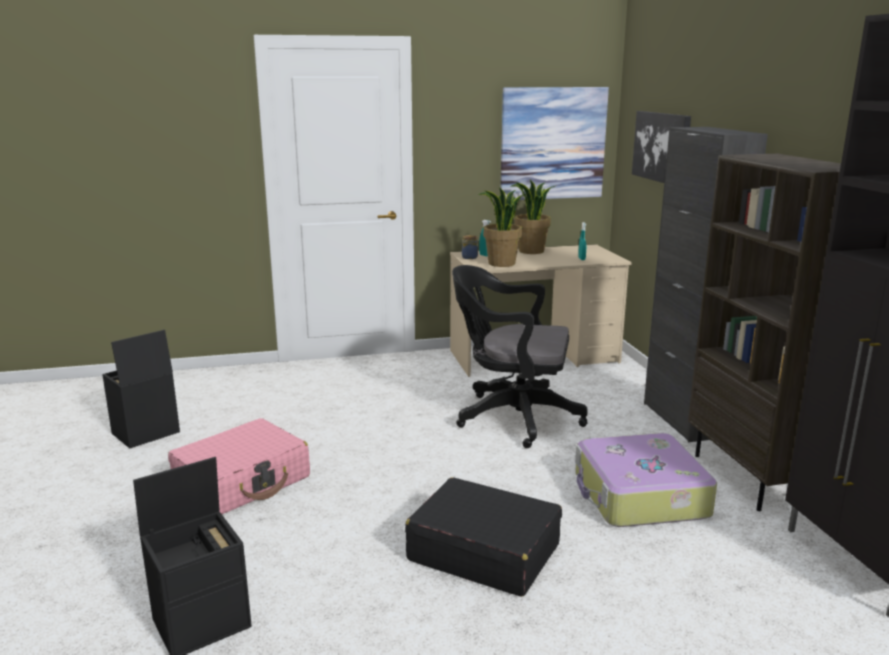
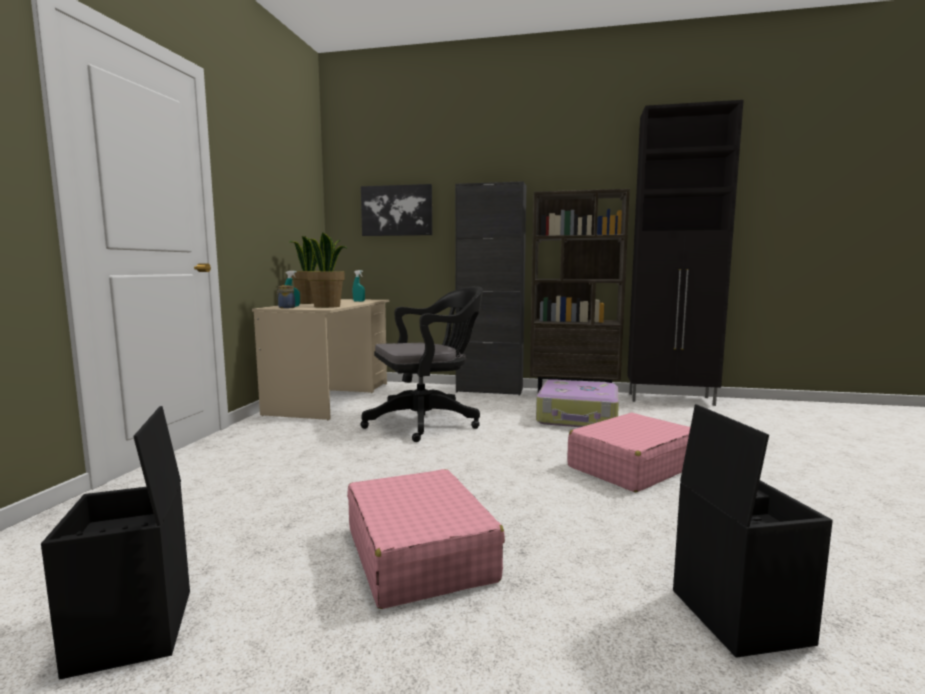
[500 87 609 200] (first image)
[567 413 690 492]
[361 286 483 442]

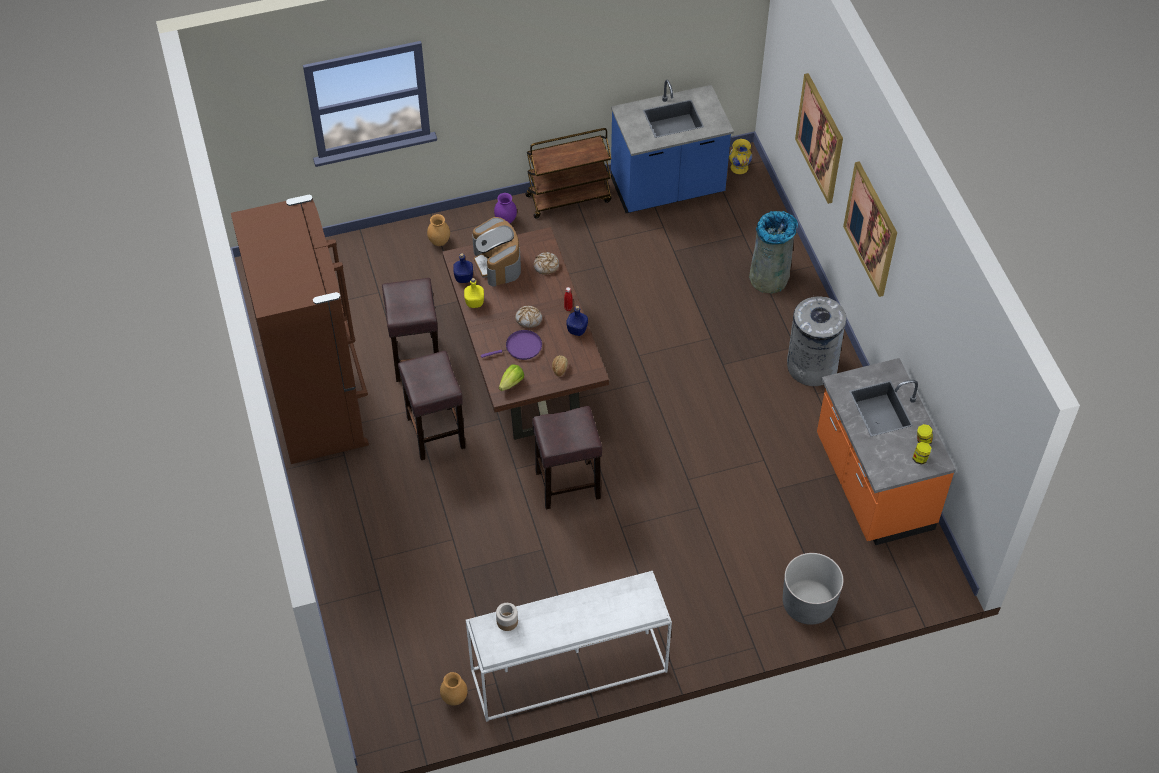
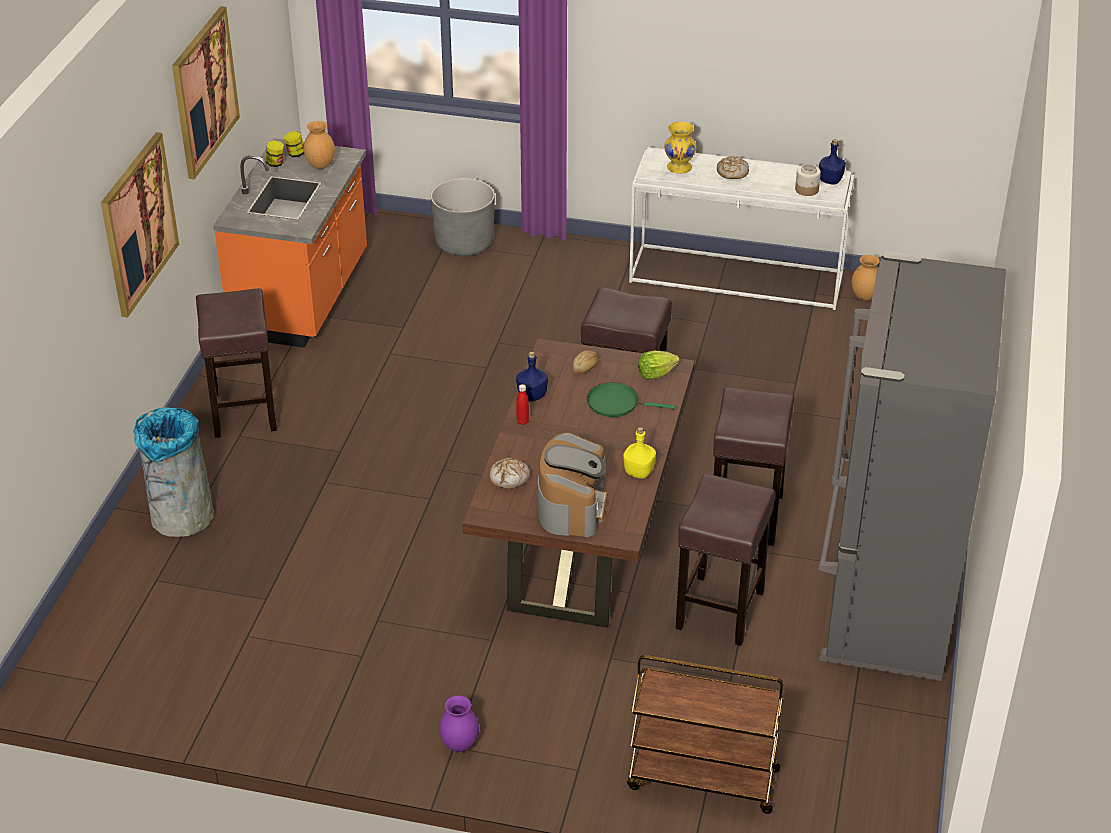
[611 80 734 213] (first image)
[304 121 335 169]
[819 140 846 185]
[717 156 749 179]
[627 655 784 814]
[664 122 697 174]
[172 6 240 179]
[196 288 277 438]
[818 251 1006 681]
[587 382 676 417]

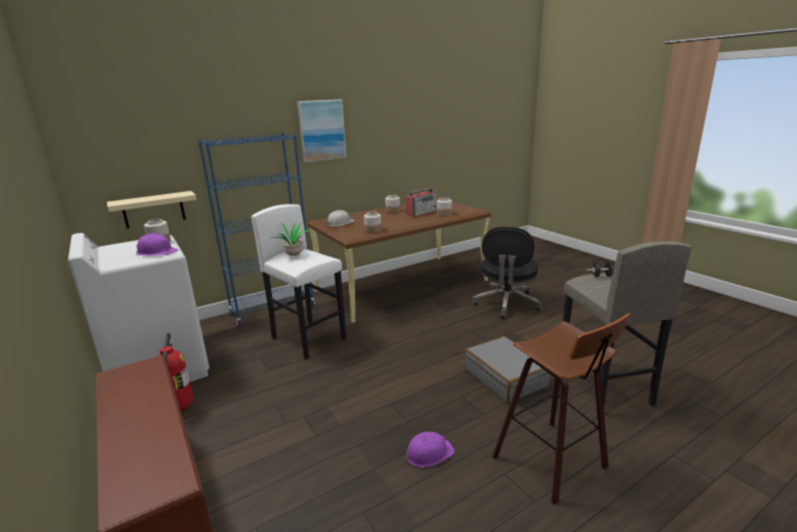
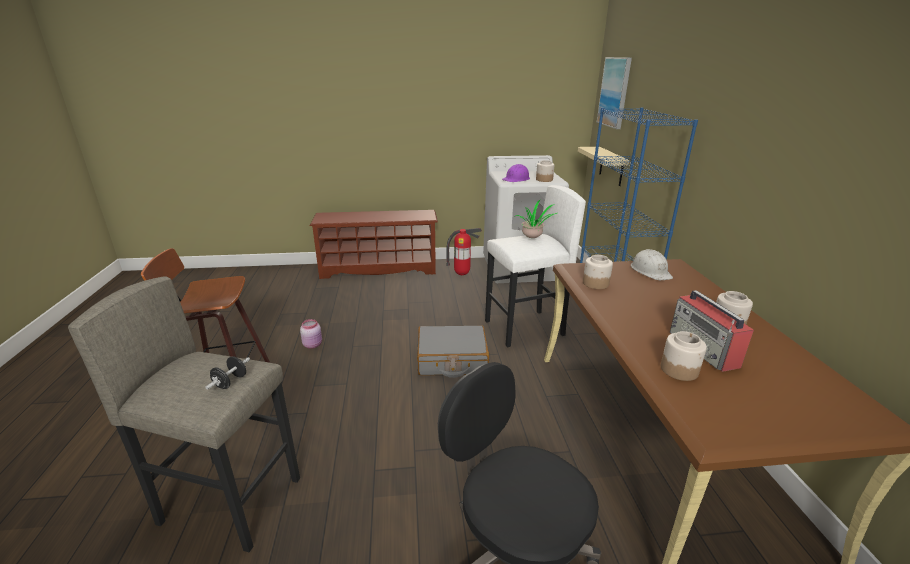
[597 57 632 129]
[417 325 489 378]
[300 319 322 349]

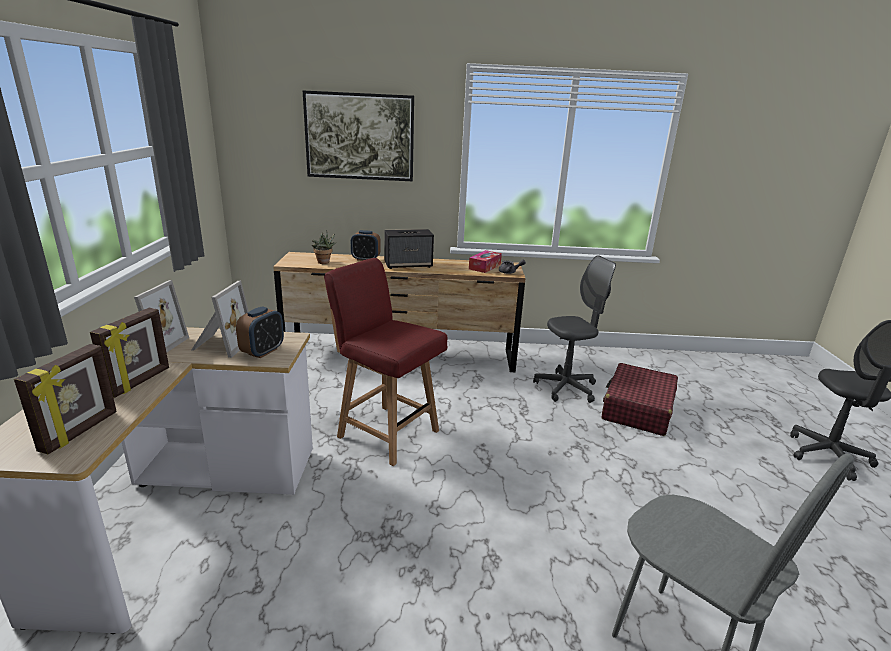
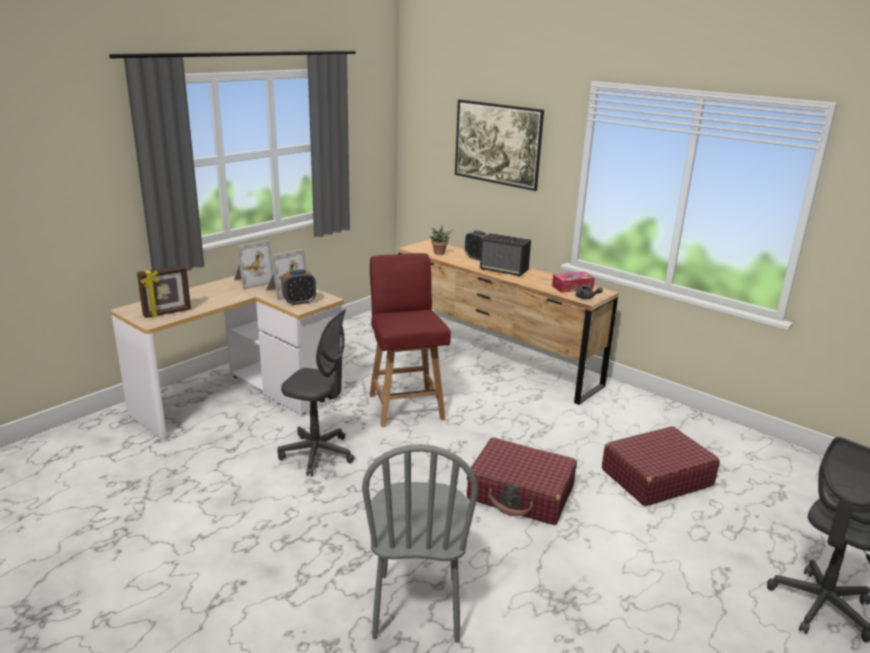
[90 308 169 398] (first image)
[467 437 577 525]
[277 309 354 476]

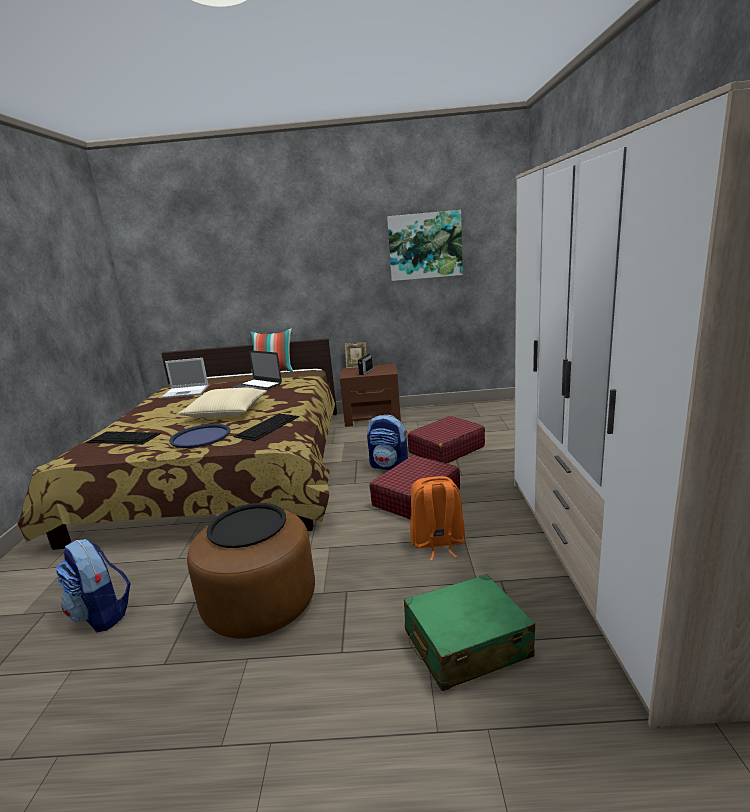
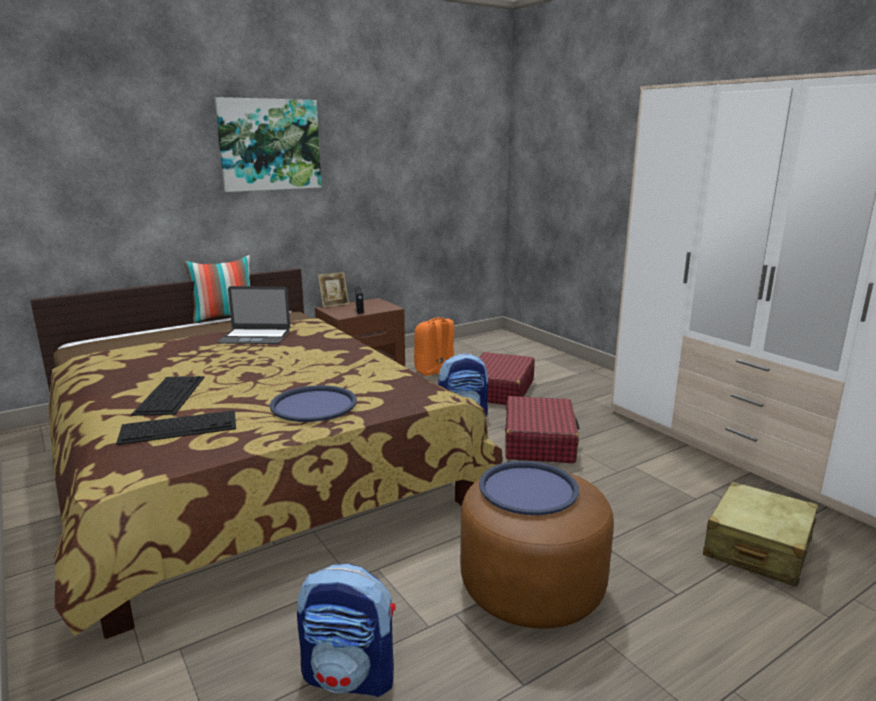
[161 358 208 399] (first image)
[178 388 267 417] (first image)
[131 376 205 416]
[215 97 321 192]
[414 317 454 376]
[479 461 579 515]
[703 481 818 587]

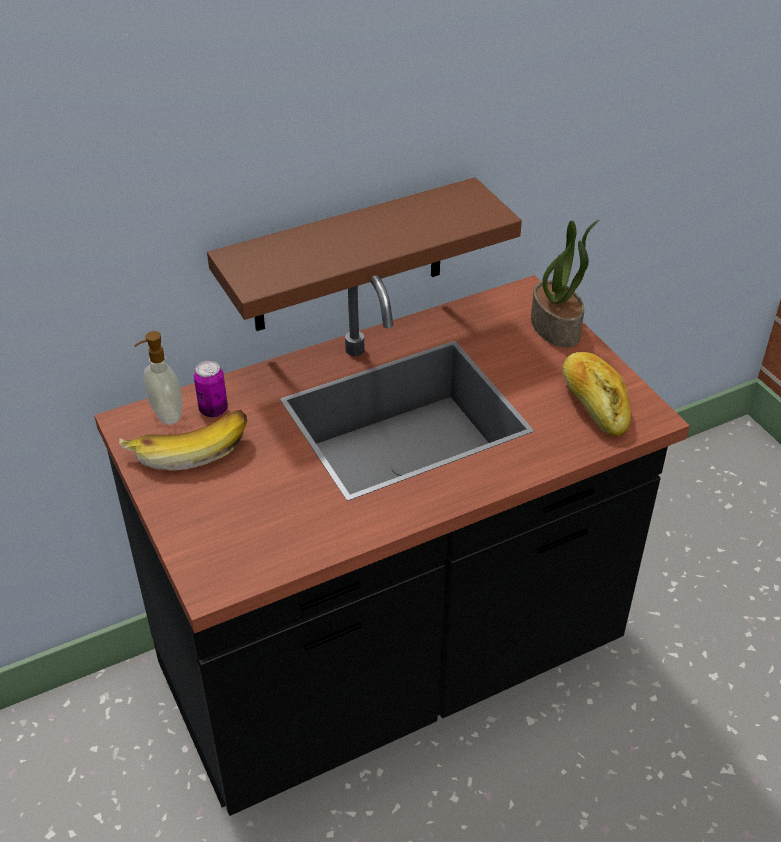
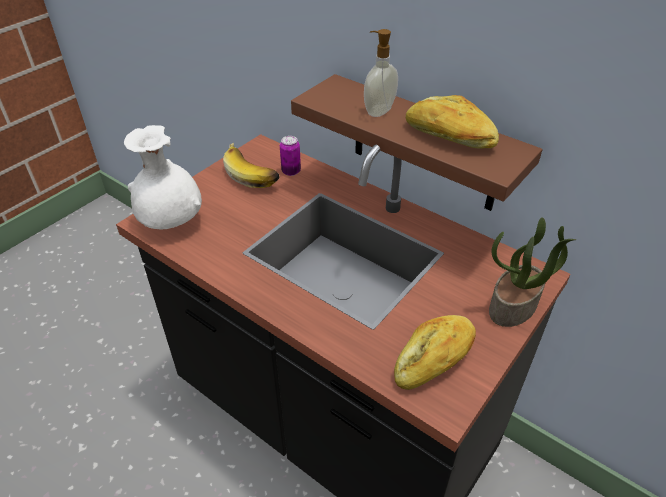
[124 125 202 230]
[406 95 499 149]
[364 29 398 117]

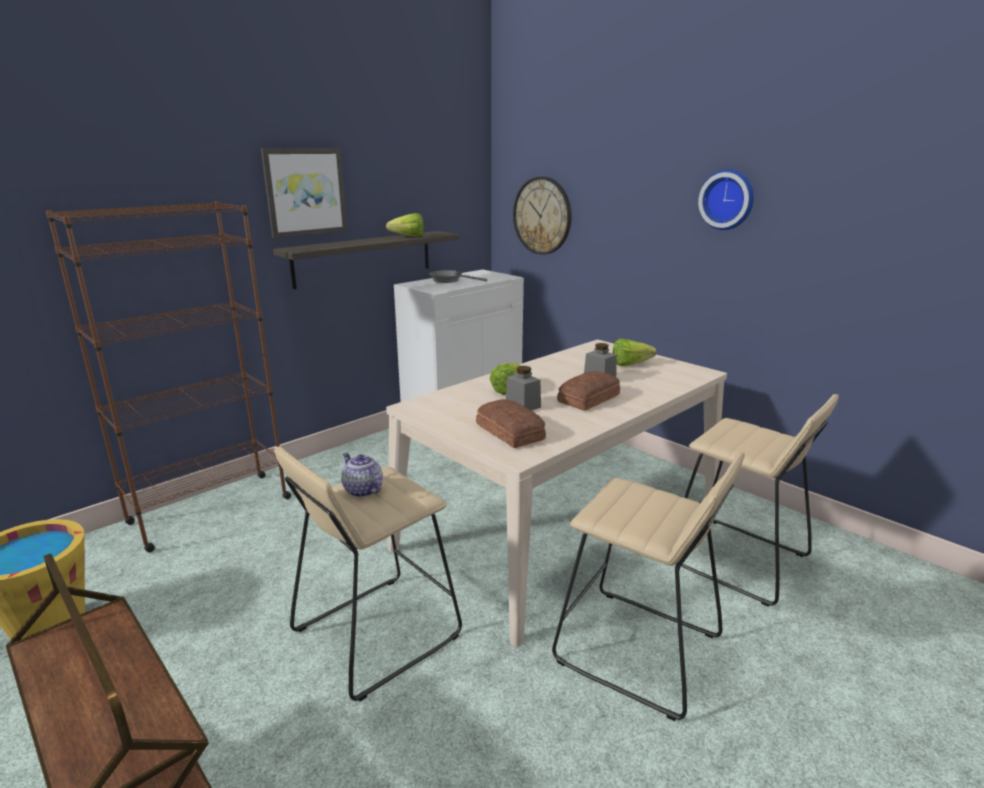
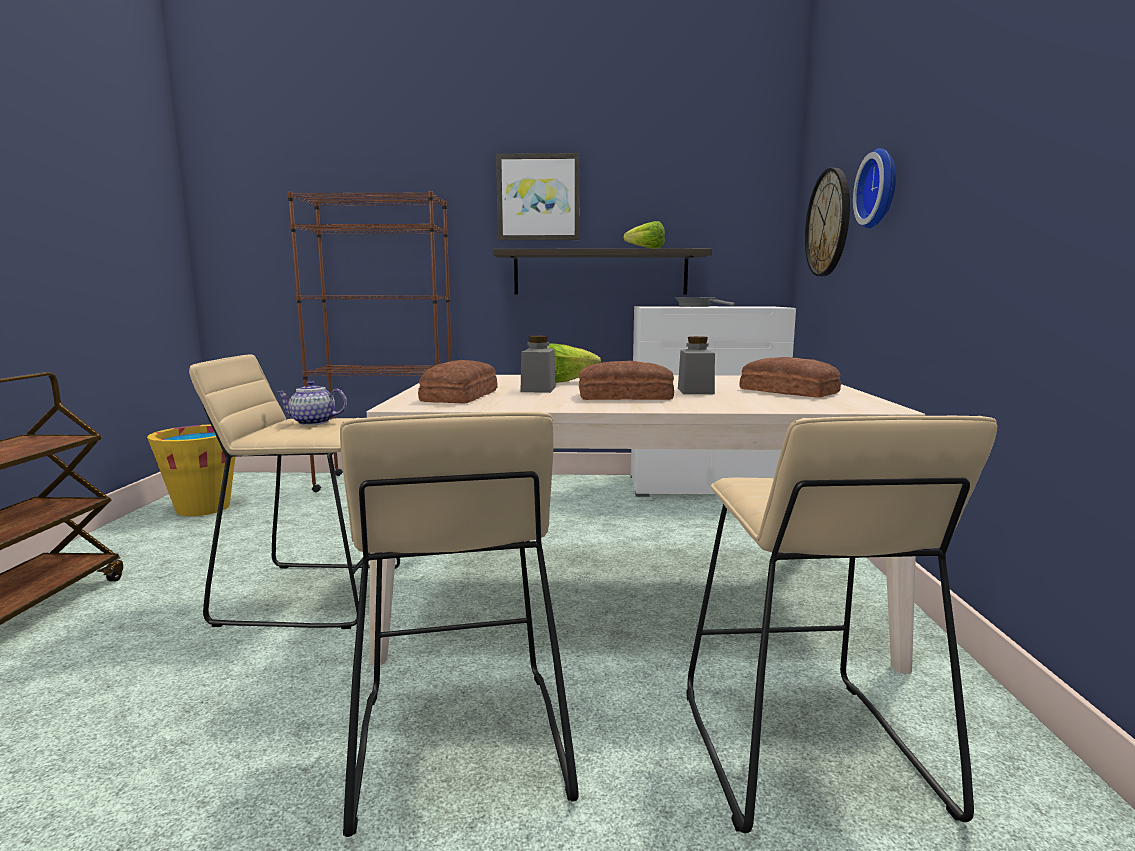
[853 148 896 228]
[740 357 841 398]
[276 381 347 425]

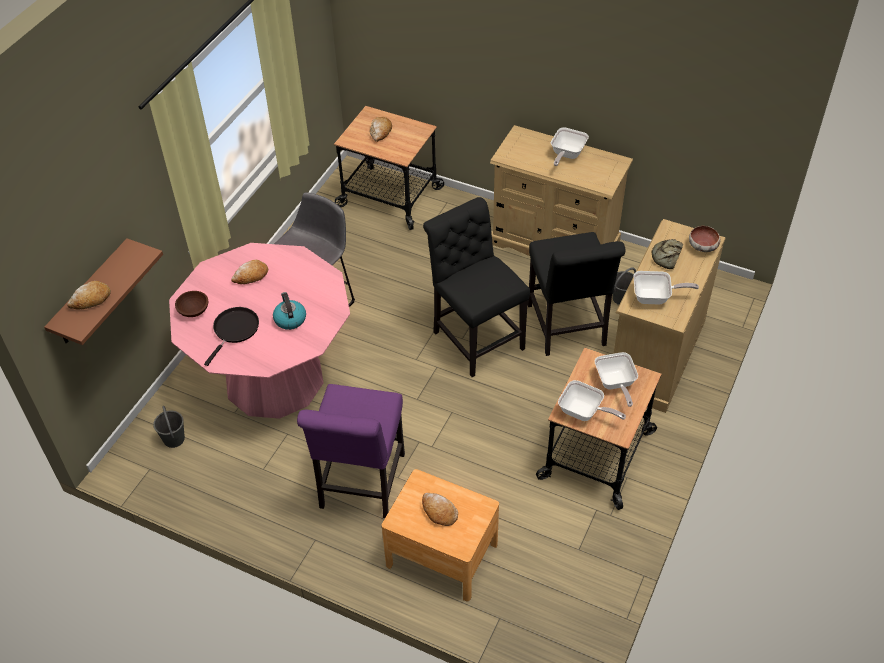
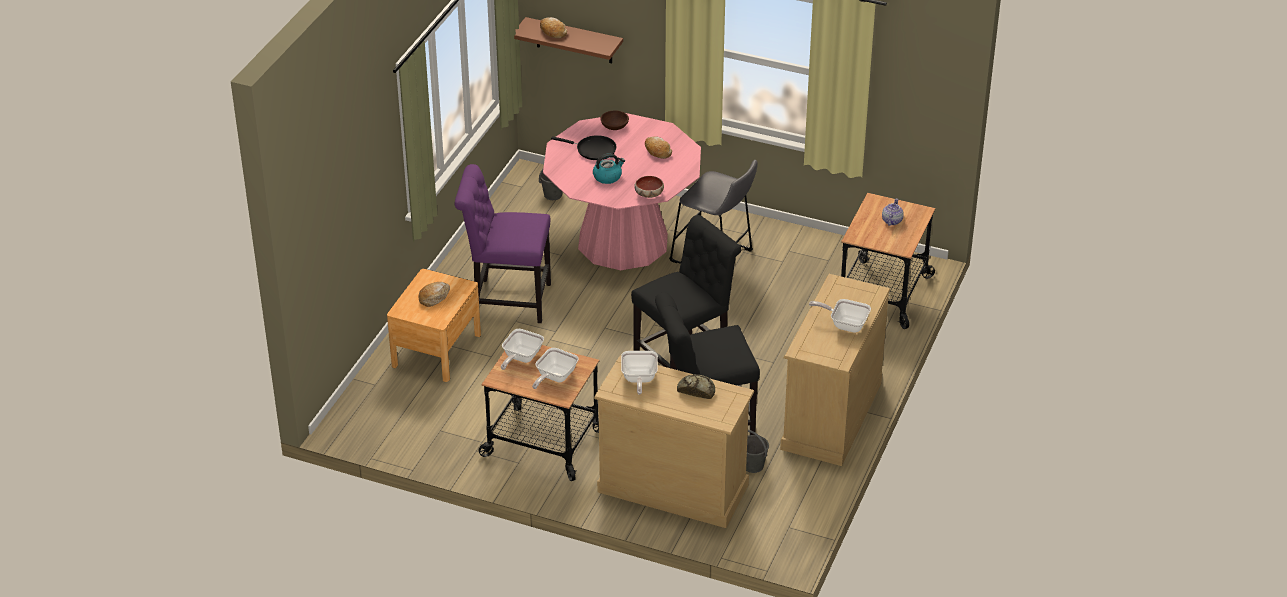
[634 176 664 198]
[882 198 904 226]
[532 348 579 389]

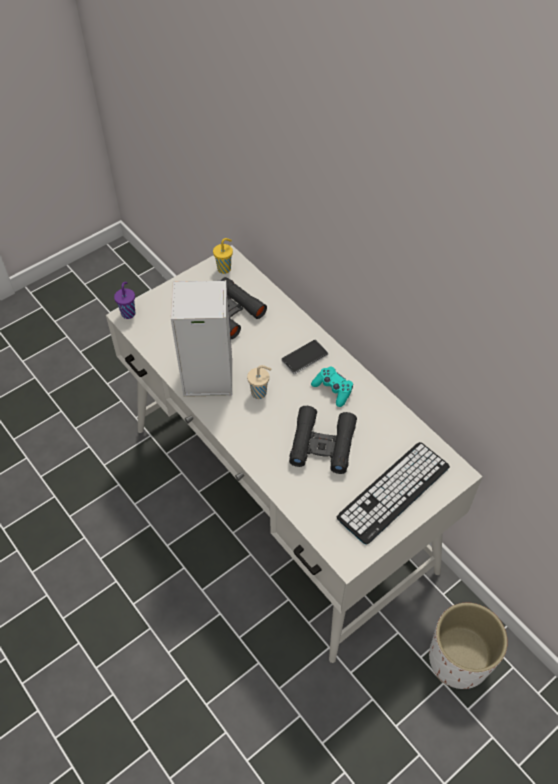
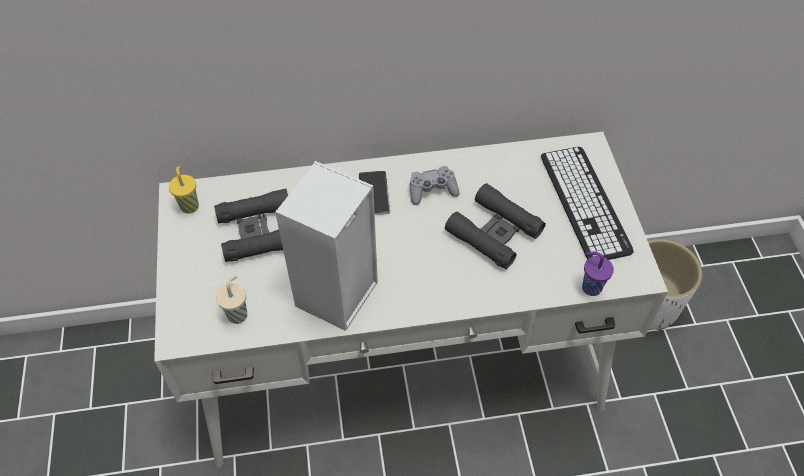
[582 252 614 296]
[216 275 247 324]
[410 166 459 205]

